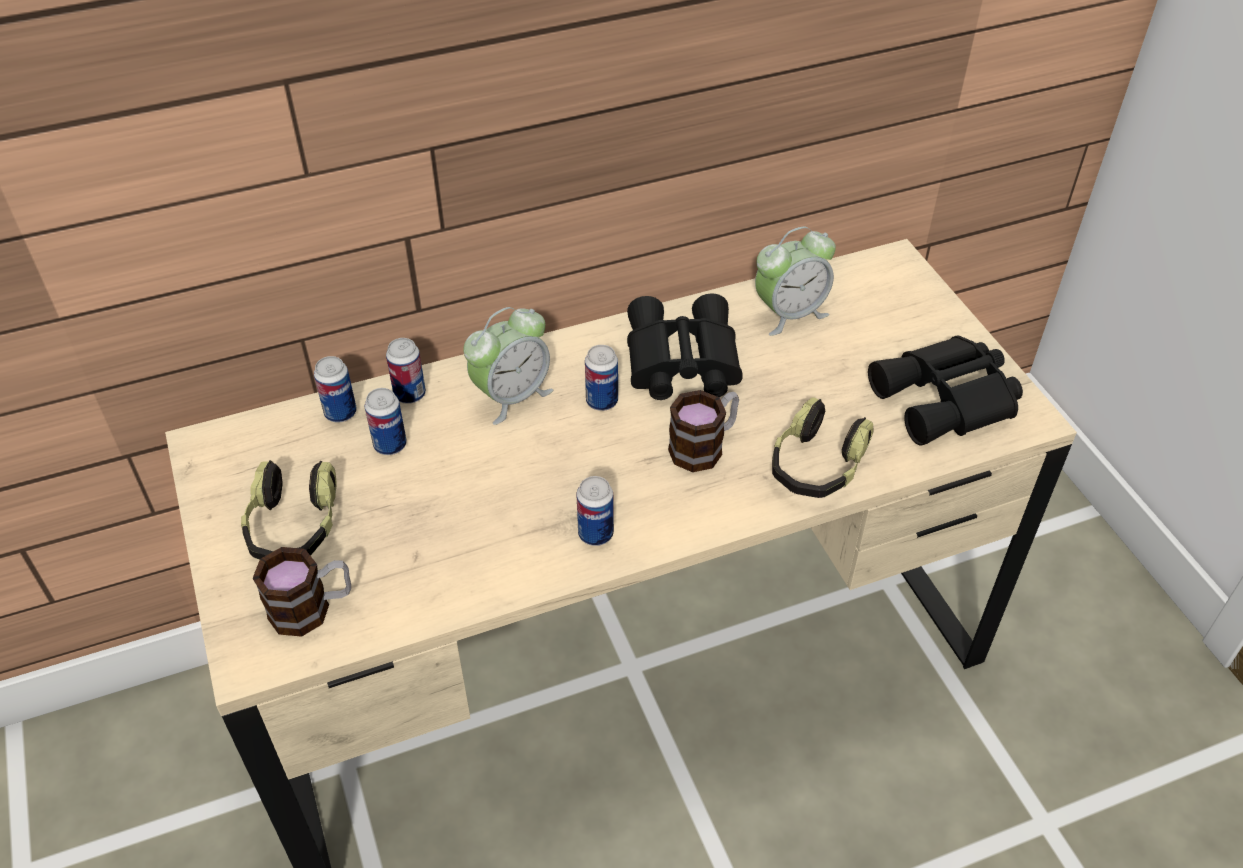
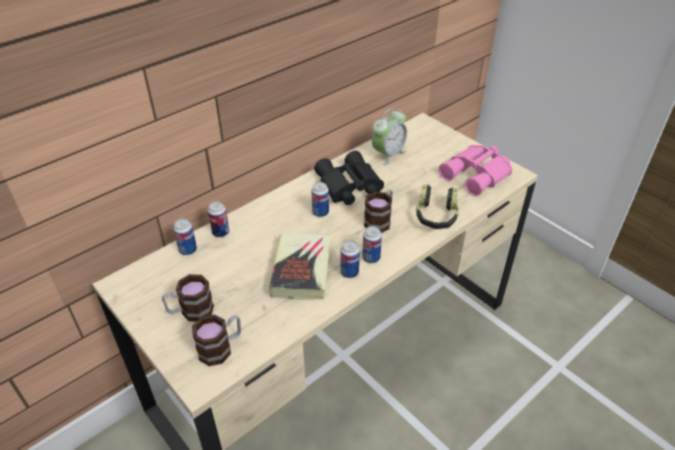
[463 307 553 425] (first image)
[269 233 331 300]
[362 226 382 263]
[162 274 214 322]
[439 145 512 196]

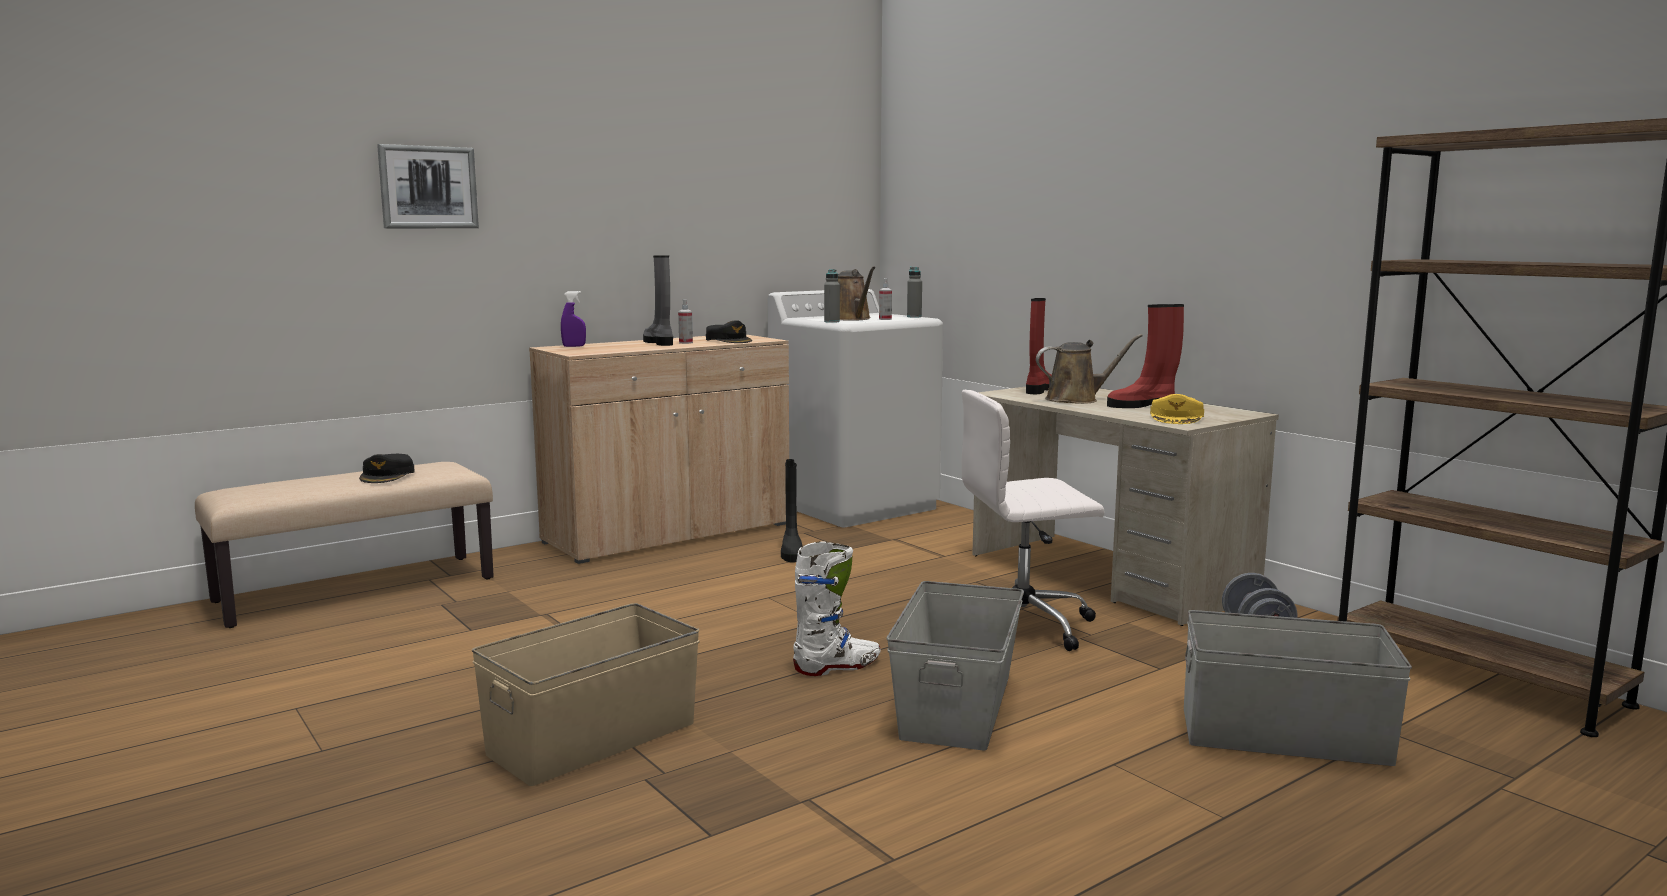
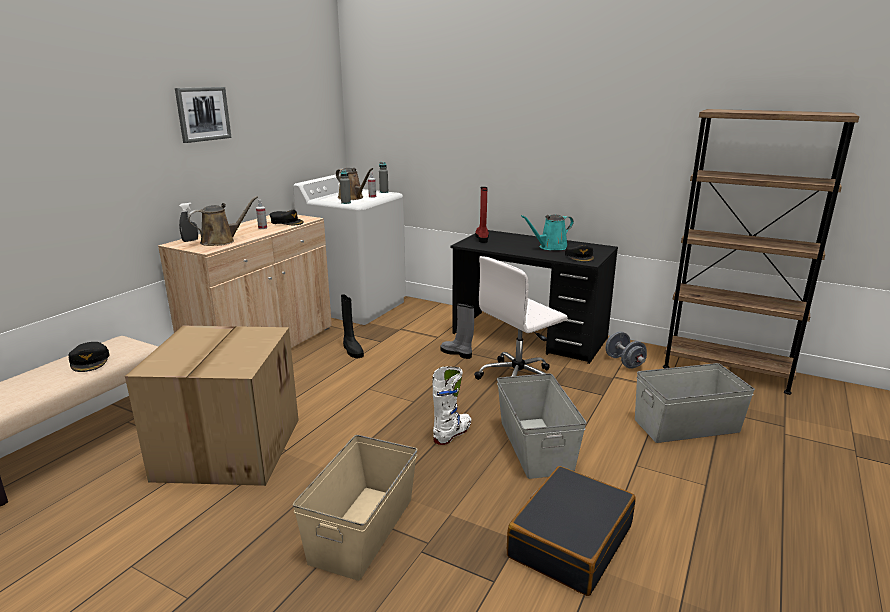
[125 326 299 486]
[507 466 636 596]
[175 87 231 143]
[441 303 474 359]
[188 196 258 246]
[521 214 574 250]
[179 203 198 242]
[451 230 618 364]
[565 243 594 262]

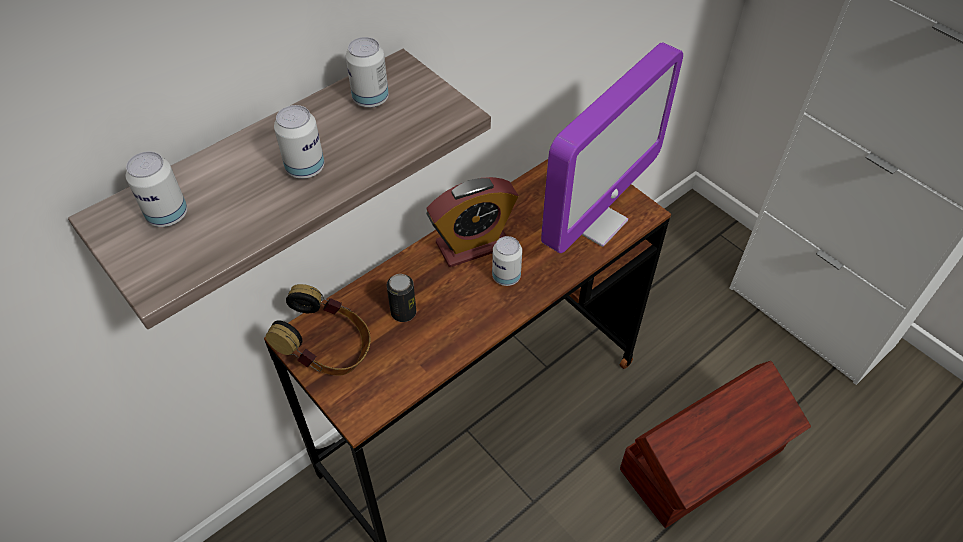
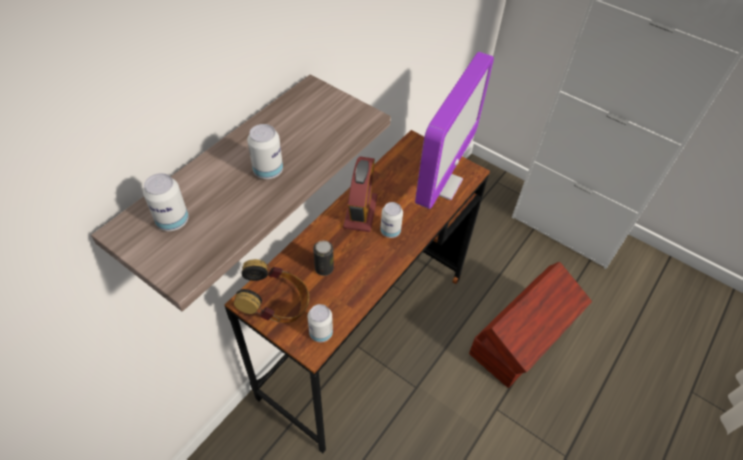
[308 304 333 342]
[343 157 378 232]

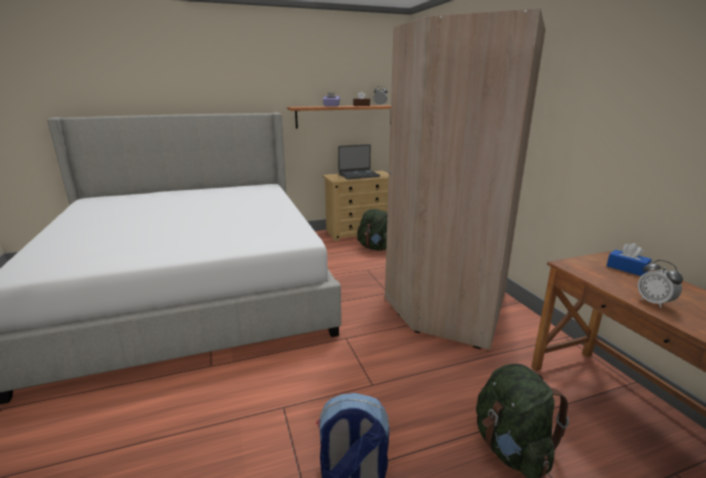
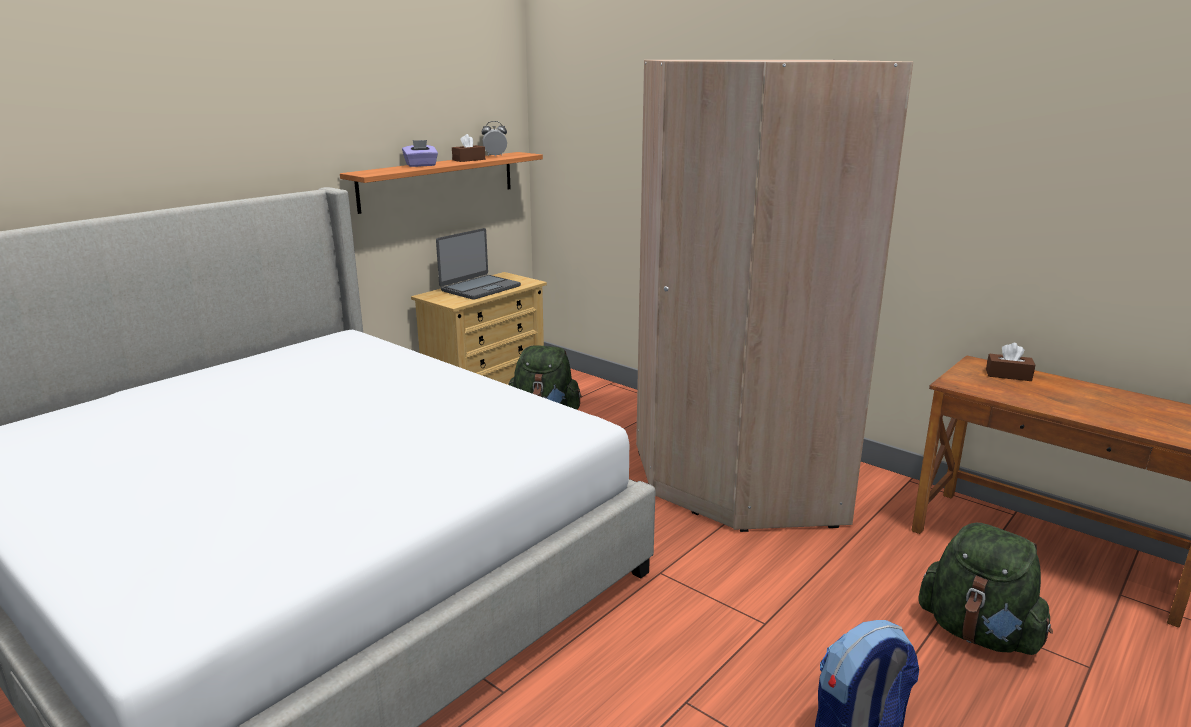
[638 260 683 308] (first image)
[986 343 1035 381]

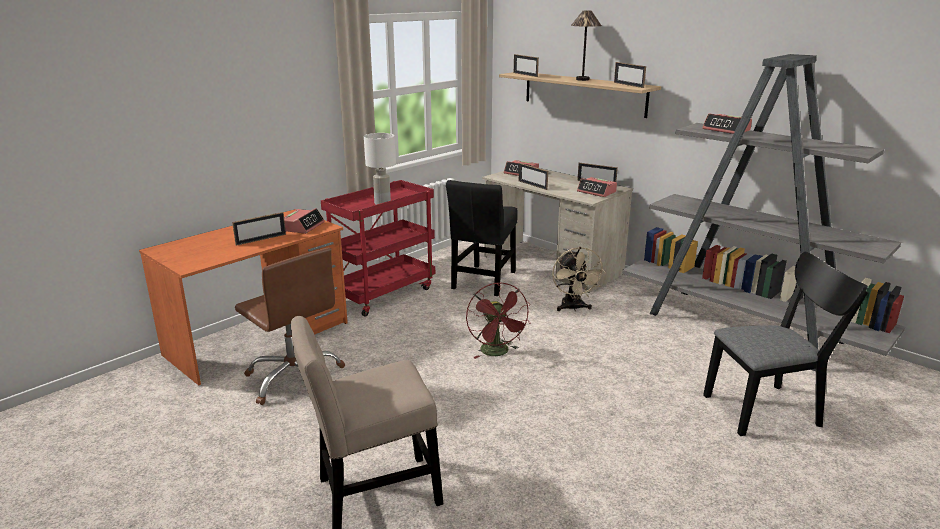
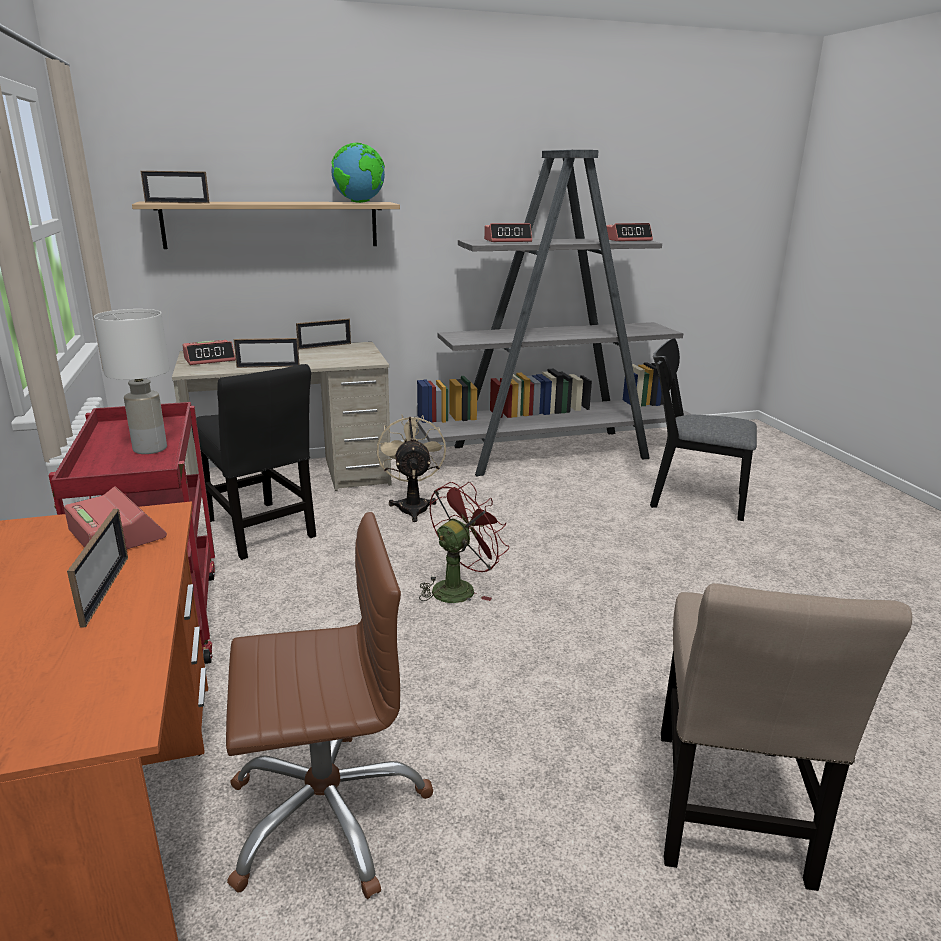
[571 11 602 81] (first image)
[606 223 653 242]
[331 143 385 203]
[419 482 509 603]
[377 415 446 522]
[650 338 757 521]

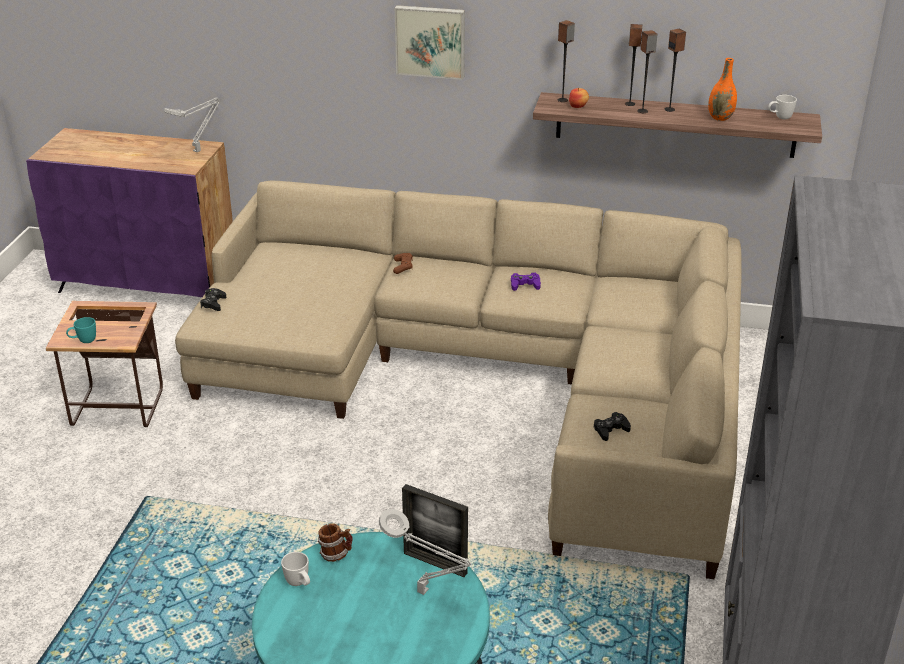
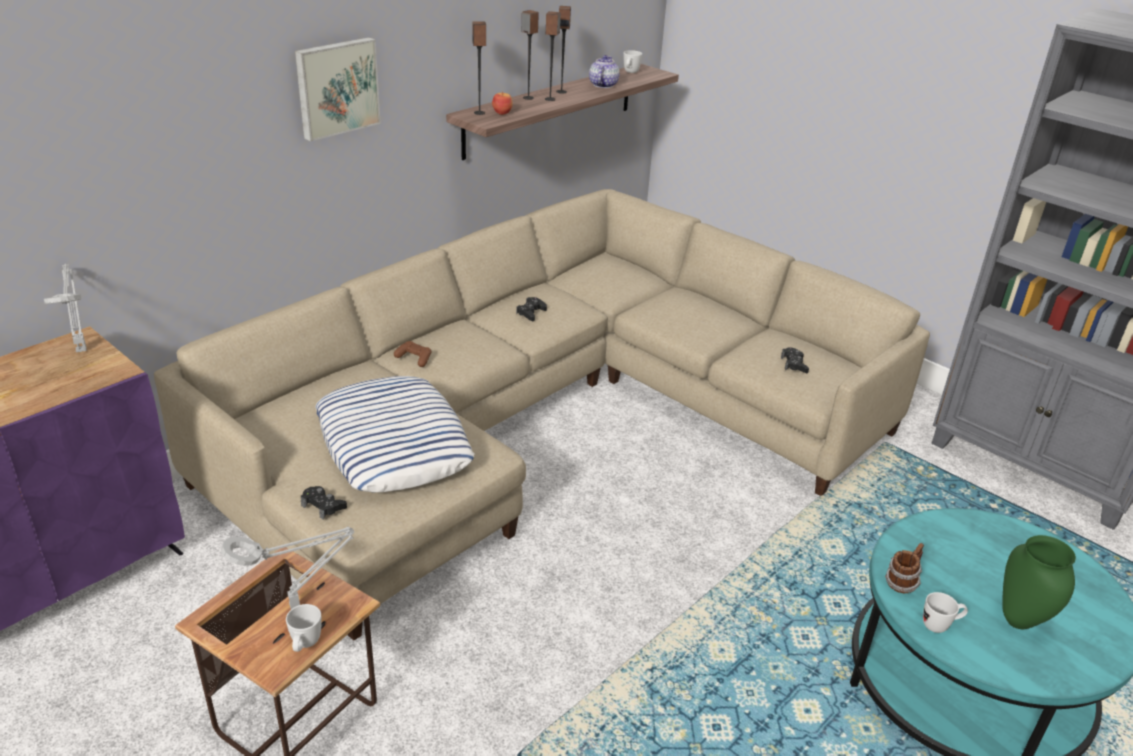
[402 484 468 577] (first image)
[315 376 475 493]
[1002 535 1076 629]
[221 526 354 609]
[589 55 620 88]
[286 604 322 652]
[516 297 547 321]

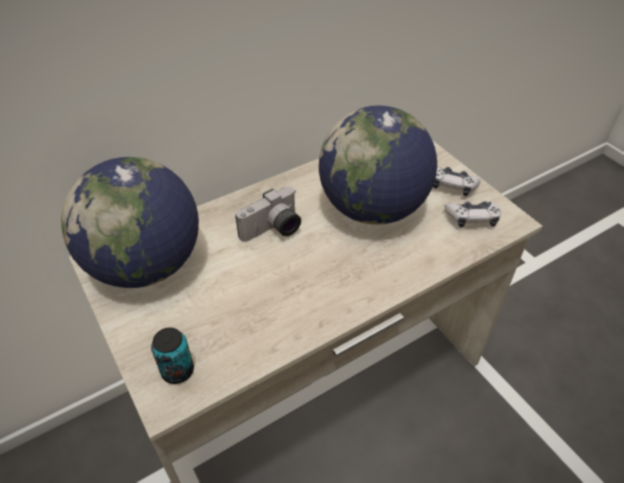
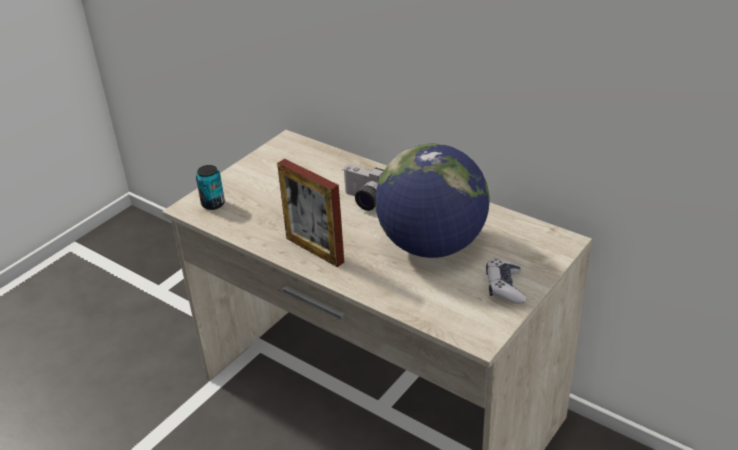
[61 157 199 288] (first image)
[445 201 501 228] (first image)
[277 159 344 267]

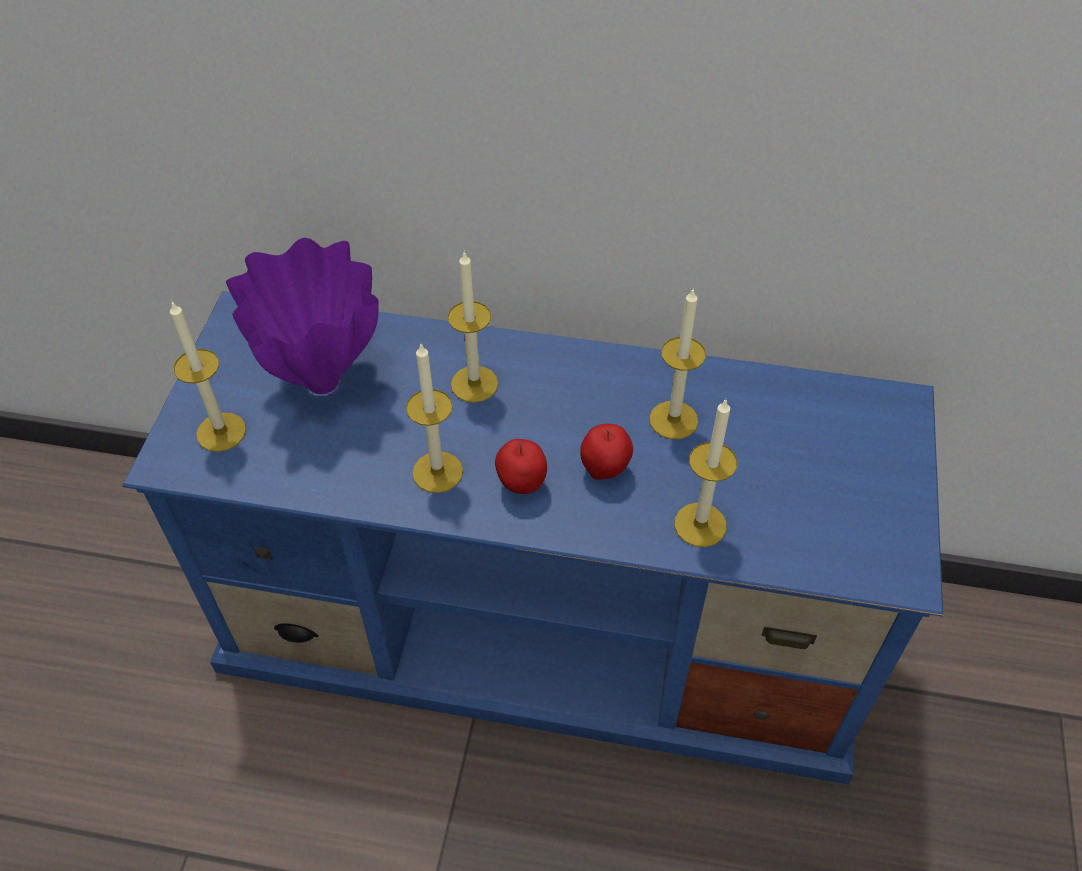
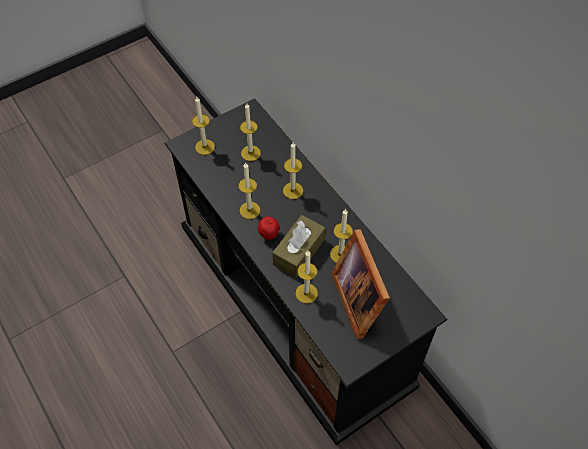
[331 229 390 339]
[240 103 261 161]
[272 215 325 278]
[164 98 448 445]

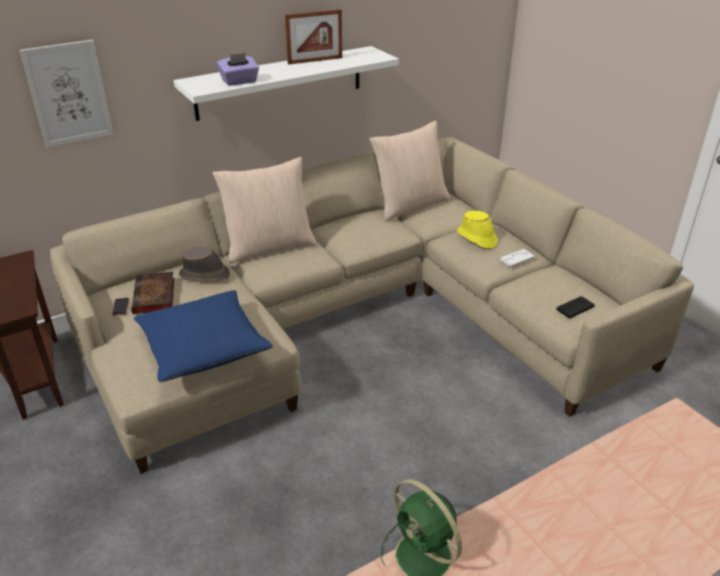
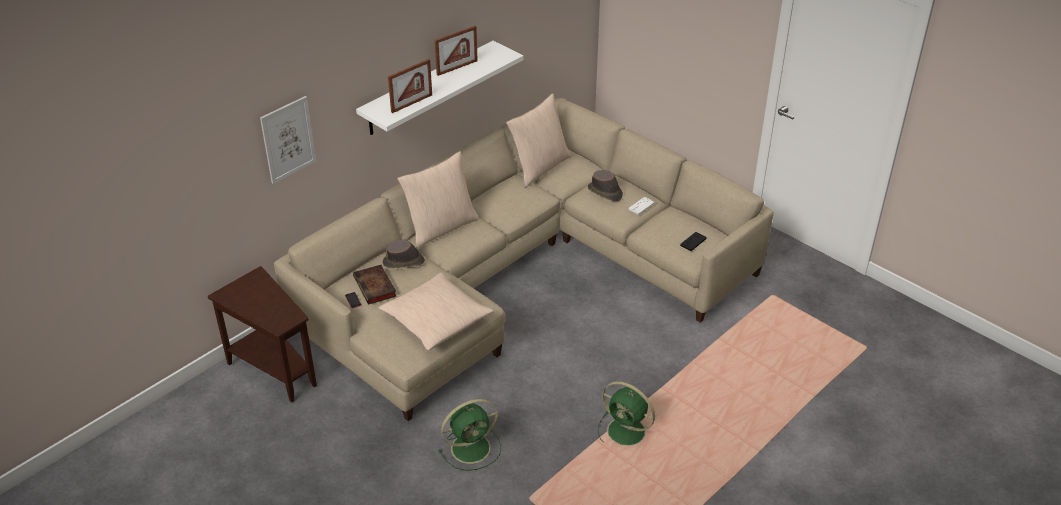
[438 399 501 471]
[388 59 432 113]
[378 272 494 351]
[588 170 623 201]

